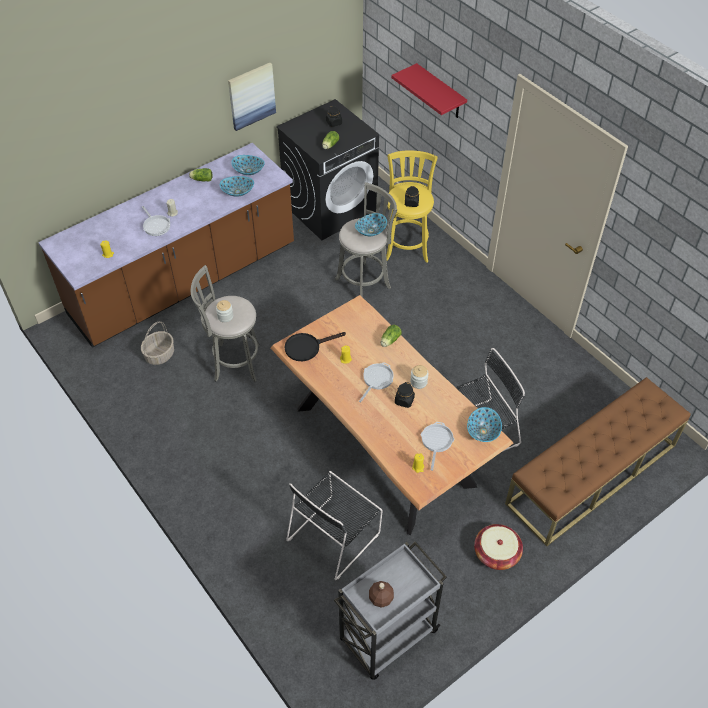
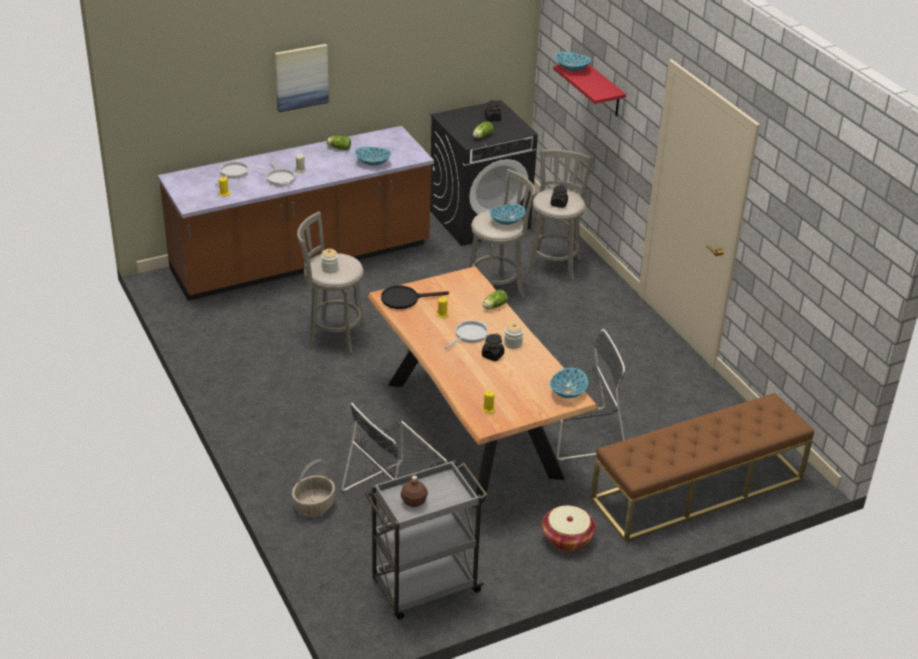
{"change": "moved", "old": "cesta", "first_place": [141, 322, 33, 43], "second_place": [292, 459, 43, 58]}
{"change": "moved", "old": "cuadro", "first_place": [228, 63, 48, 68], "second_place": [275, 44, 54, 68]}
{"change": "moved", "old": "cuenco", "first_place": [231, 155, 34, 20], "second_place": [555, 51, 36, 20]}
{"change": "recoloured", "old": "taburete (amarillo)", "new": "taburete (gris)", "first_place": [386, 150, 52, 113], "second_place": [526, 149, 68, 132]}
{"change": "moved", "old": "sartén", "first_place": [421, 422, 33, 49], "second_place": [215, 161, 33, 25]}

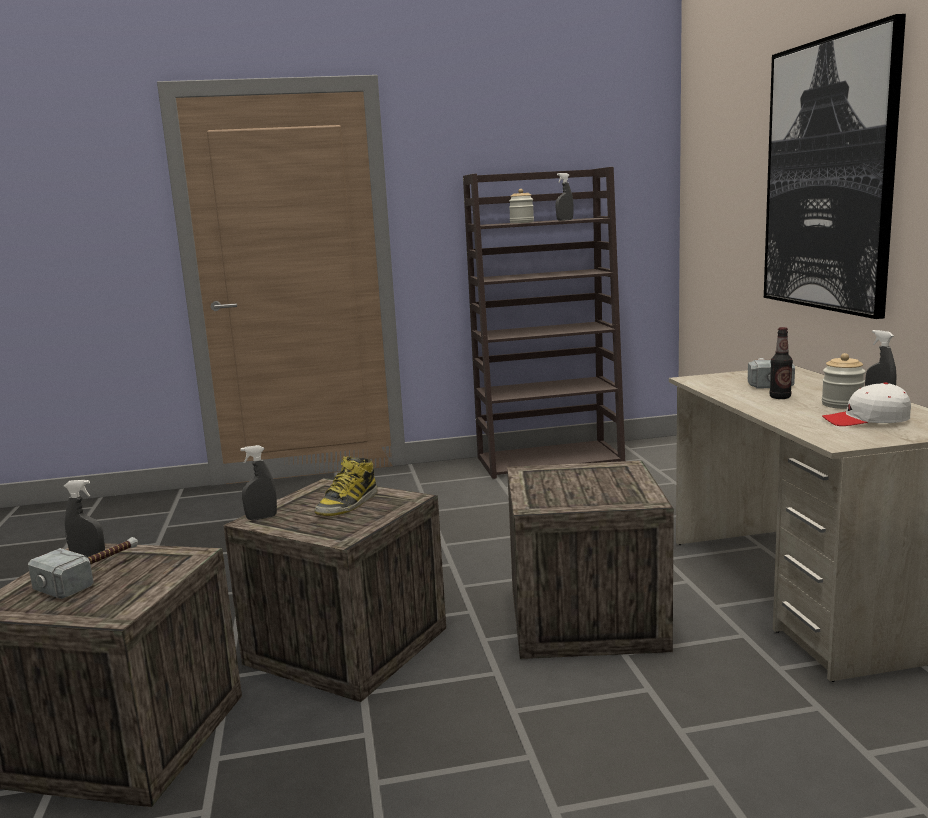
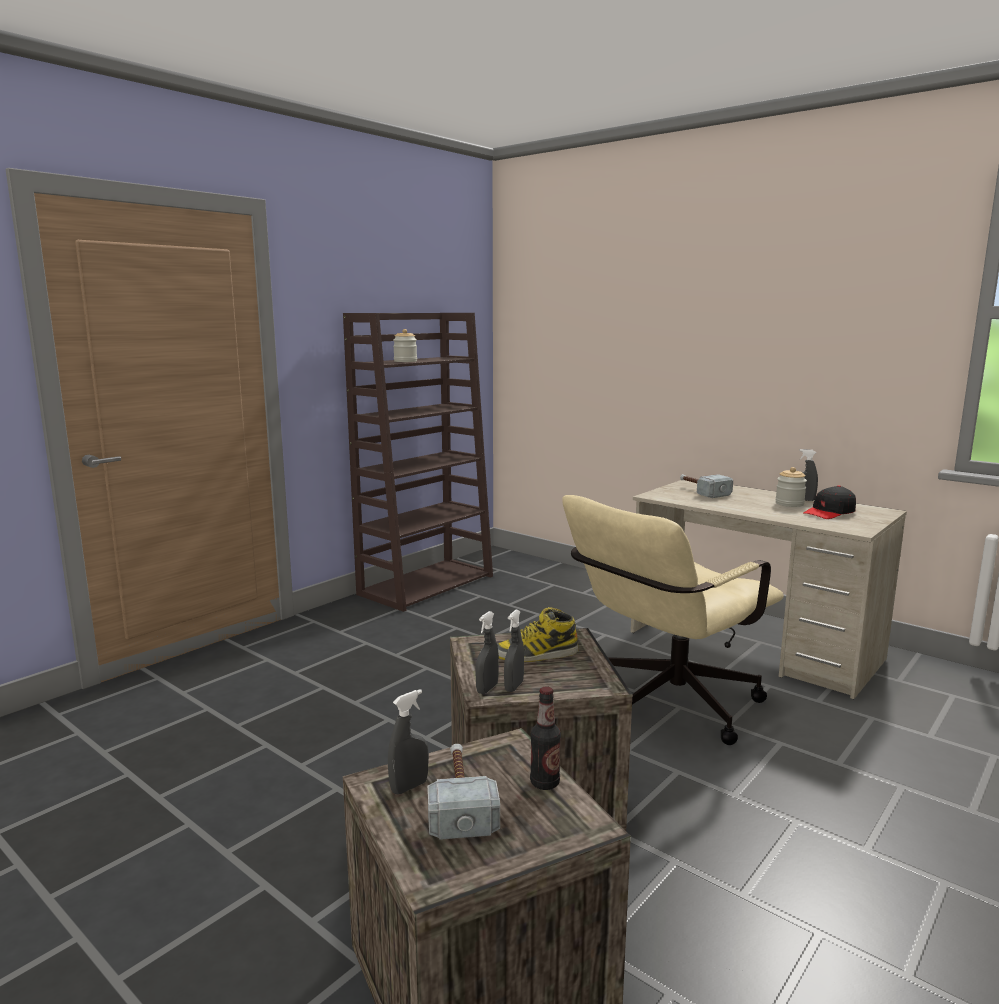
{"change": "turned", "old": "bota", "first_place": [315, 457, 63, 59], "second_place": [497, 607, 81, 55], "degrees": 90}
{"change": "replaced", "old": "caja de embalaje", "new": "silla de oficina (beis)", "first_place": [507, 460, 167, 199], "second_place": [562, 495, 222, 250]}
{"change": "moved", "old": "pulverizador (gris)", "first_place": [556, 173, 18, 48], "second_place": [504, 610, 20, 82]}
{"change": "removed", "old": "cuadro", "first_place": [764, 14, 142, 305]}
{"change": "moved", "old": "botella", "first_place": [770, 327, 23, 72], "second_place": [530, 686, 31, 104]}
{"change": "recoloured", "old": "gorra (blanco)", "new": "gorra (negro)", "first_place": [822, 382, 89, 44], "second_place": [803, 485, 53, 34]}

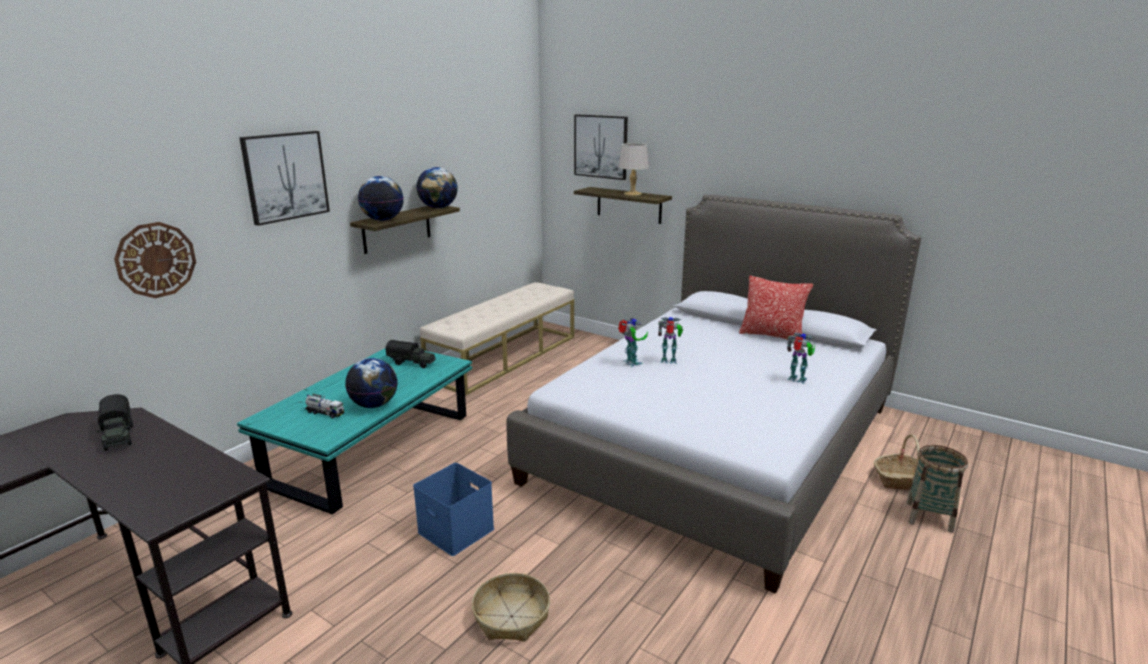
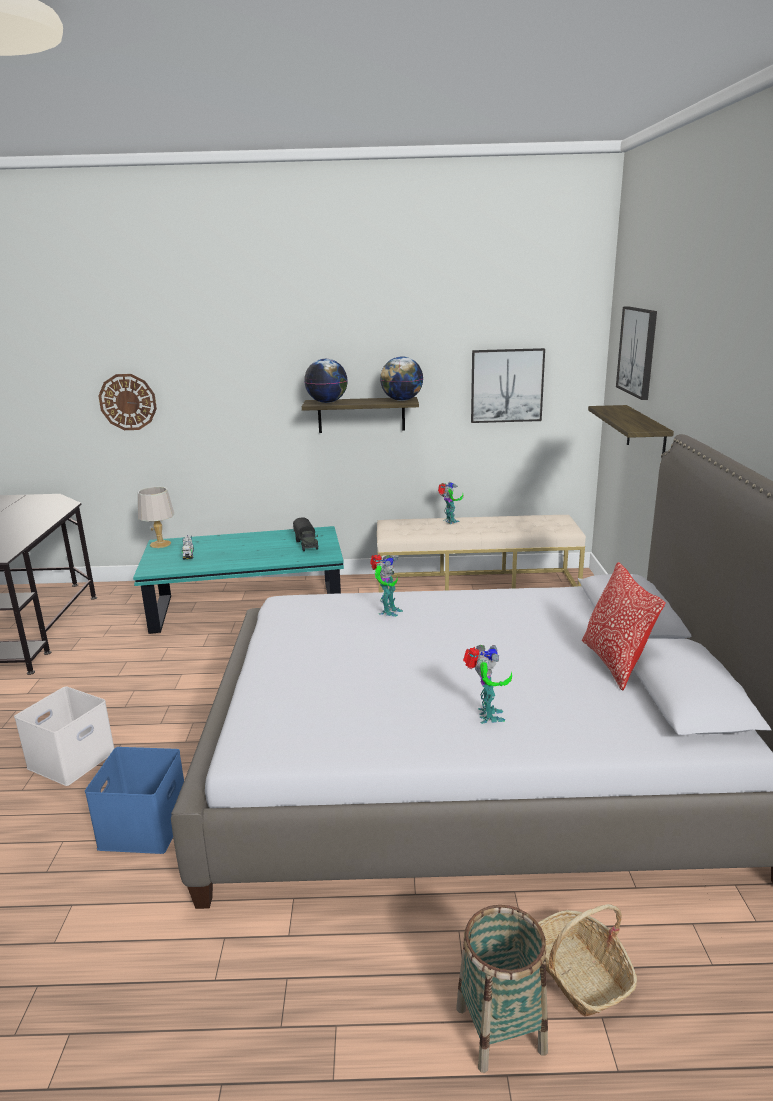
{"change": "removed", "old": "camión de juguete", "first_place": [97, 394, 36, 57]}
{"change": "moved", "old": "cuadro", "first_place": [239, 131, 91, 95], "second_place": [471, 348, 74, 75]}
{"change": "removed", "old": "globo terráqueo", "first_place": [345, 358, 53, 50]}
{"change": "moved", "old": "caja de almacenaje (azul)", "first_place": [413, 463, 81, 93], "second_place": [85, 747, 99, 107]}
{"change": "replaced", "old": "cesta", "new": "caja de almacenaje (blanco)", "first_place": [472, 573, 78, 69], "second_place": [14, 686, 100, 100]}
{"change": "moved", "old": "lámpara de mesa (gris)", "first_place": [619, 143, 30, 53], "second_place": [138, 487, 36, 61]}
{"change": "moved", "old": "robot de juguete", "first_place": [658, 317, 25, 47], "second_place": [438, 482, 25, 42]}

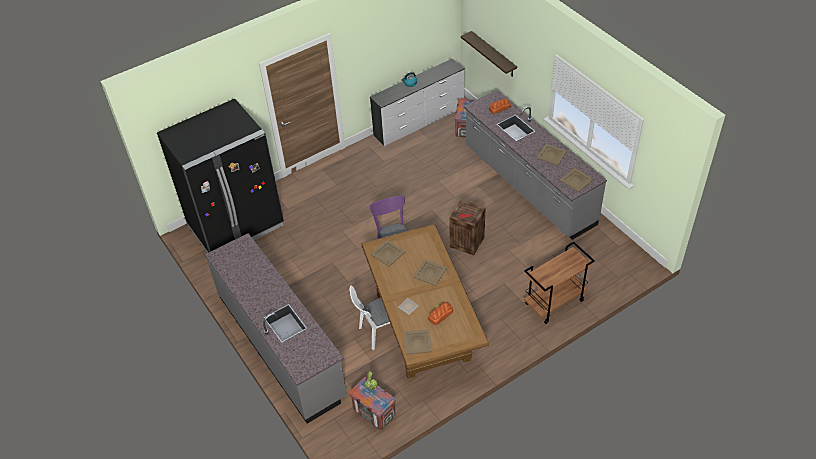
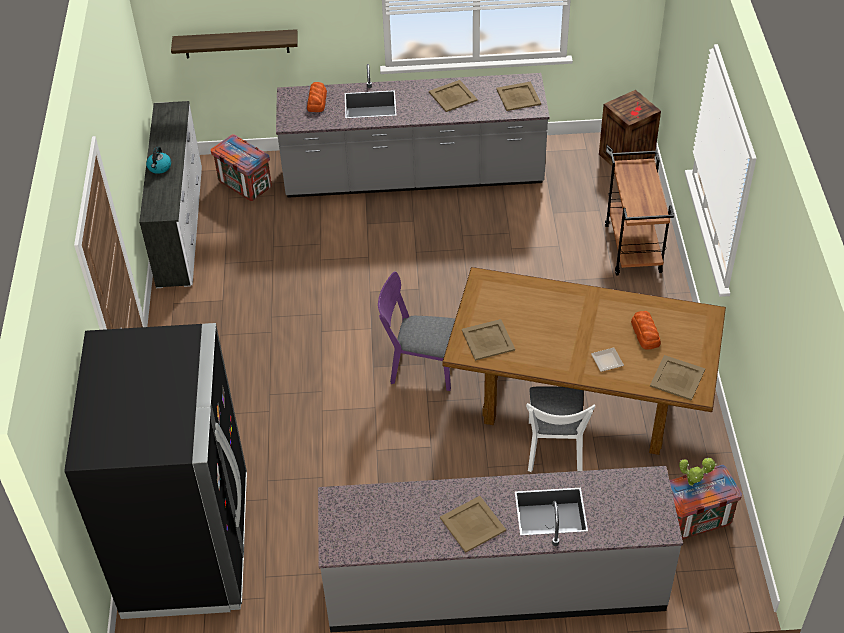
{"change": "moved", "old": "bandeja (beis)", "first_place": [413, 259, 34, 27], "second_place": [440, 496, 66, 57]}
{"change": "moved", "old": "caja de embalaje", "first_place": [449, 200, 37, 55], "second_place": [599, 90, 62, 76]}

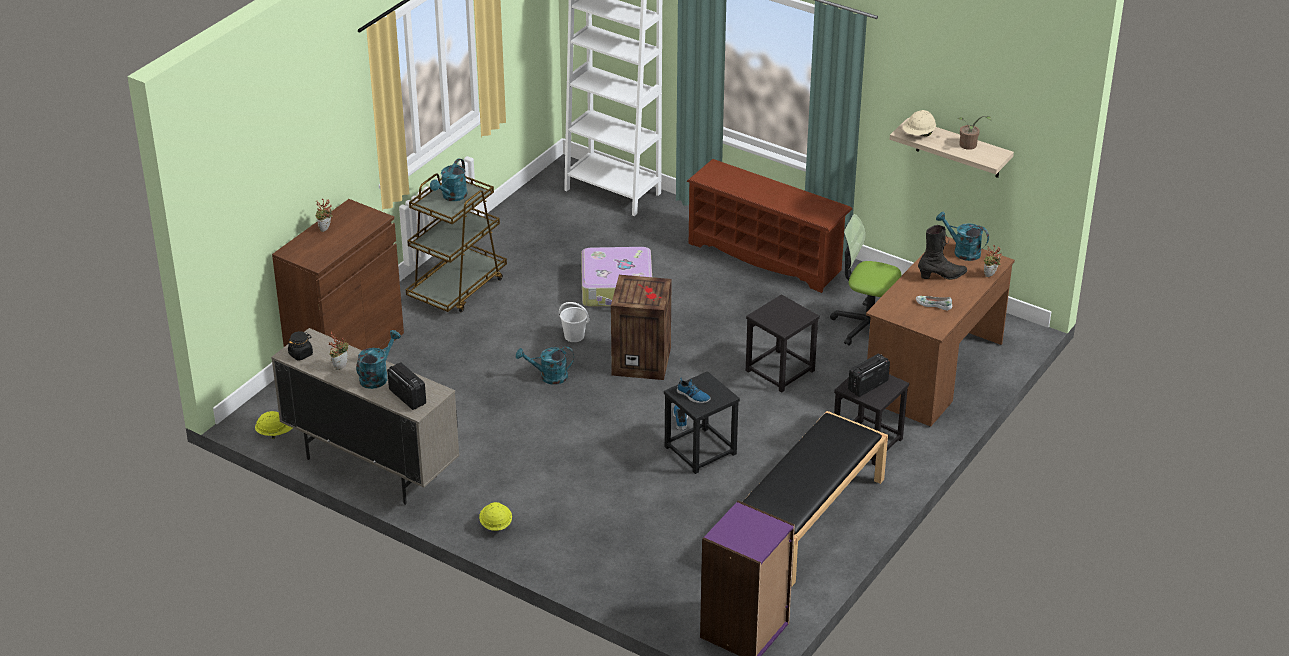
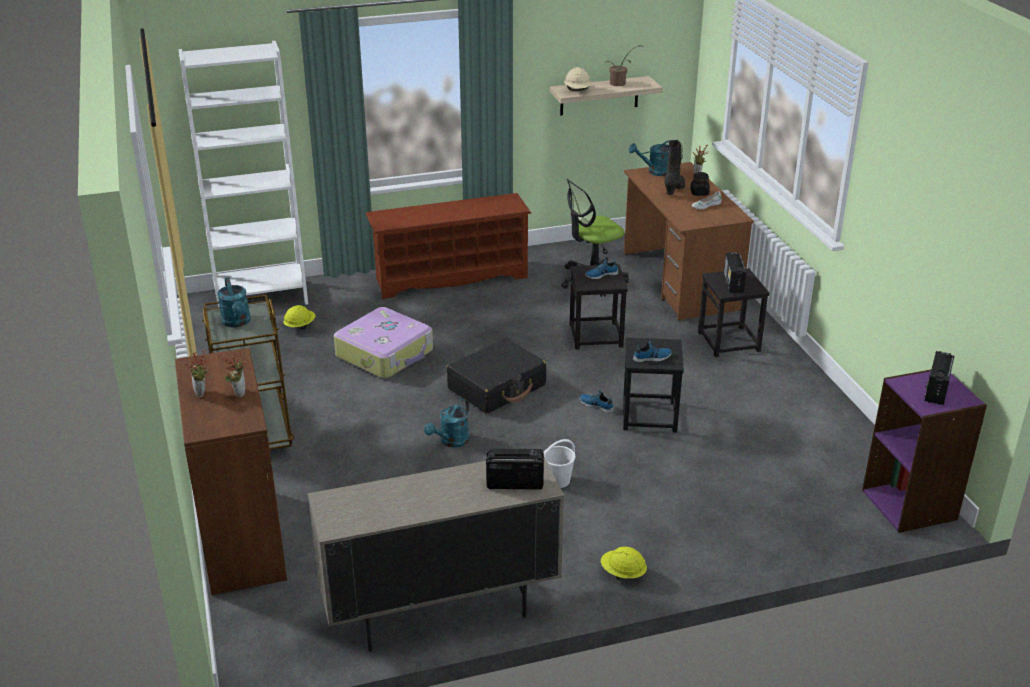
{"change": "moved", "old": "casco (amarillo)", "first_place": [255, 411, 37, 28], "second_place": [283, 305, 33, 24]}
{"change": "moved", "old": "tarro (negro)", "first_place": [288, 331, 25, 30], "second_place": [690, 172, 20, 24]}
{"change": "moved", "old": "planta en maceta", "first_place": [329, 332, 20, 38], "second_place": [222, 352, 24, 45]}
{"change": "removed", "old": "regadera (turquesa)", "first_place": [356, 330, 45, 59]}
{"change": "moved", "old": "cubo (blanco)", "first_place": [559, 302, 30, 40], "second_place": [544, 439, 31, 49]}
{"change": "replaced", "old": "caja de embalaje", "new": "maleta (negro)", "first_place": [611, 275, 61, 105], "second_place": [447, 338, 99, 75]}
{"change": "removed", "old": "banco (negro)", "first_place": [742, 411, 146, 176]}
{"change": "added", "new": "zapato", "second_place": [585, 258, 33, 21]}
{"change": "added", "new": "radio", "second_place": [924, 351, 30, 54]}

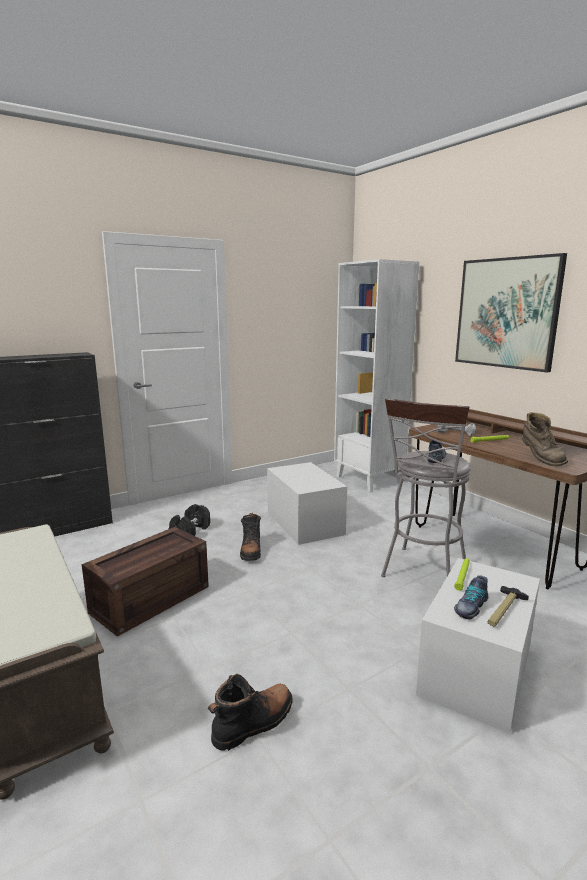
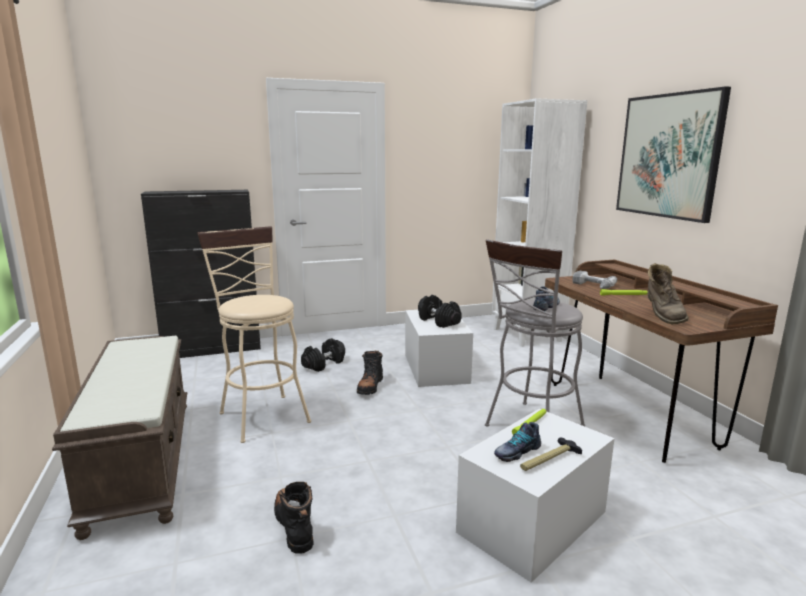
{"change": "replaced", "old": "caja de embalaje", "new": "taburete (beis)", "first_place": [82, 527, 127, 110], "second_place": [197, 226, 114, 217]}
{"change": "turned", "old": "bota (negro)", "first_place": [208, 674, 85, 77], "second_place": [274, 482, 40, 72], "degrees": -90}
{"change": "added", "new": "mancuerna (negro)", "second_place": [418, 295, 44, 33]}

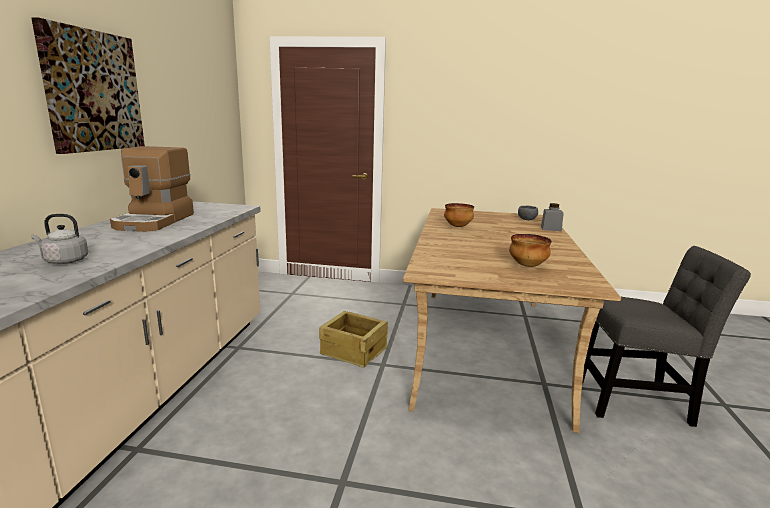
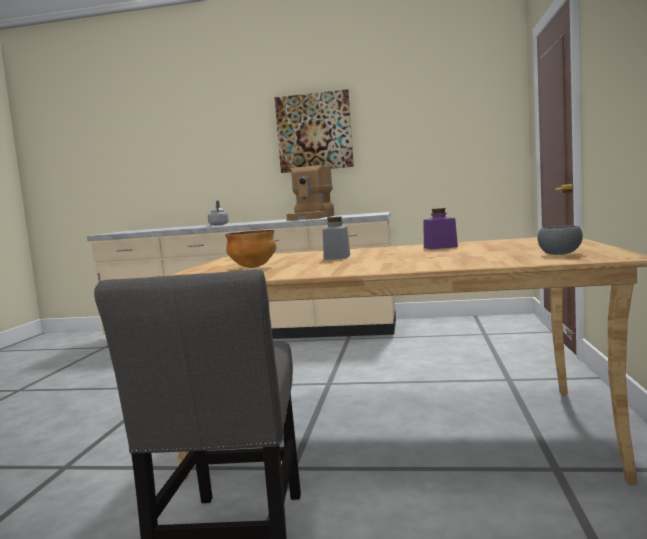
{"change": "turned", "old": "cafetera", "first_place": [110, 146, 84, 86], "second_place": [287, 165, 47, 56], "degrees": -75}
{"change": "removed", "old": "caja de embalaje", "first_place": [319, 311, 69, 57]}
{"change": "replaced", "old": "cuenco", "new": "tarro (morado)", "first_place": [444, 203, 30, 24], "second_place": [424, 208, 34, 42]}
{"change": "moved", "old": "tarro (gris)", "first_place": [541, 203, 23, 28], "second_place": [323, 217, 27, 43]}

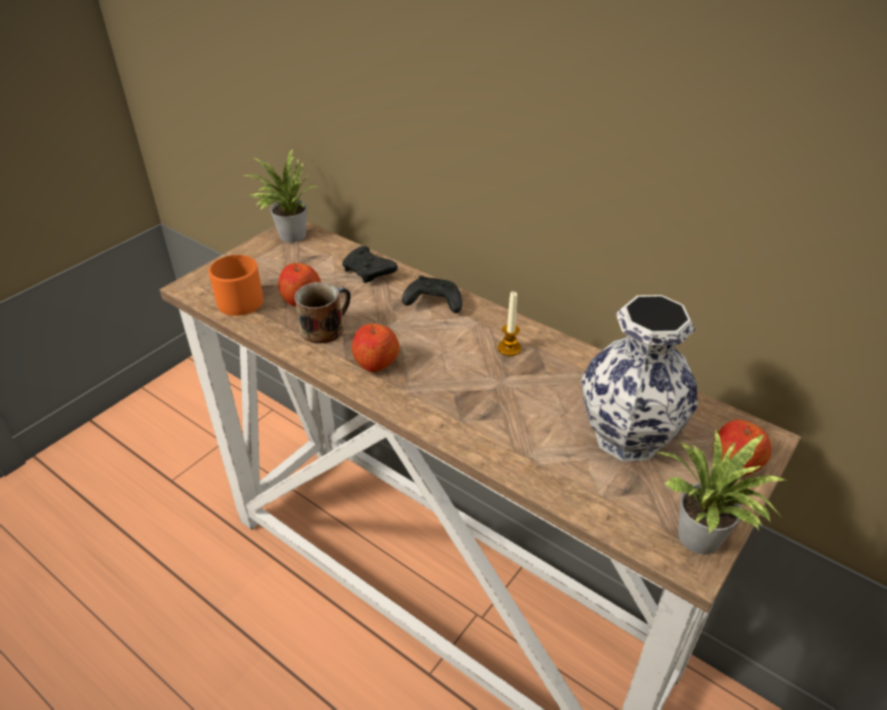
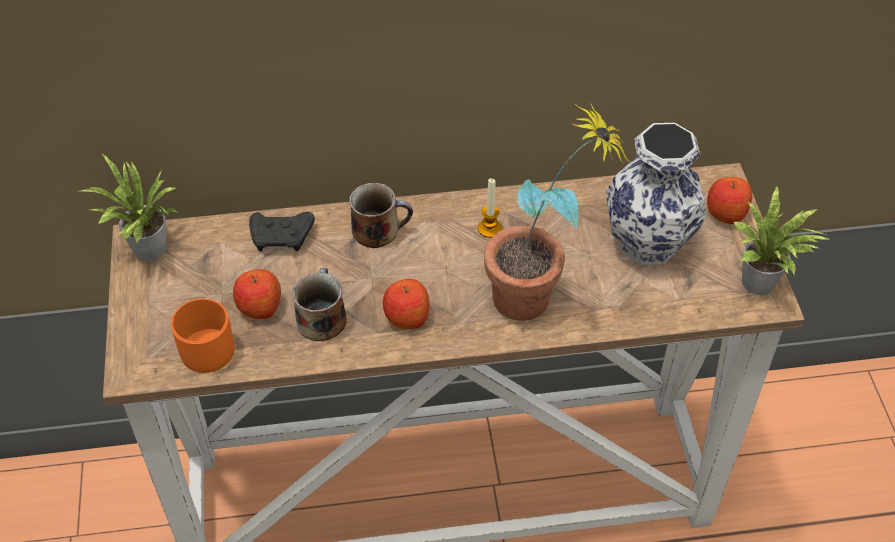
{"change": "replaced", "old": "mando de consola (negro)", "new": "taza grande", "first_place": [402, 275, 60, 38], "second_place": [349, 183, 64, 65]}
{"change": "added", "new": "planta en maceta", "second_place": [484, 102, 144, 219]}

